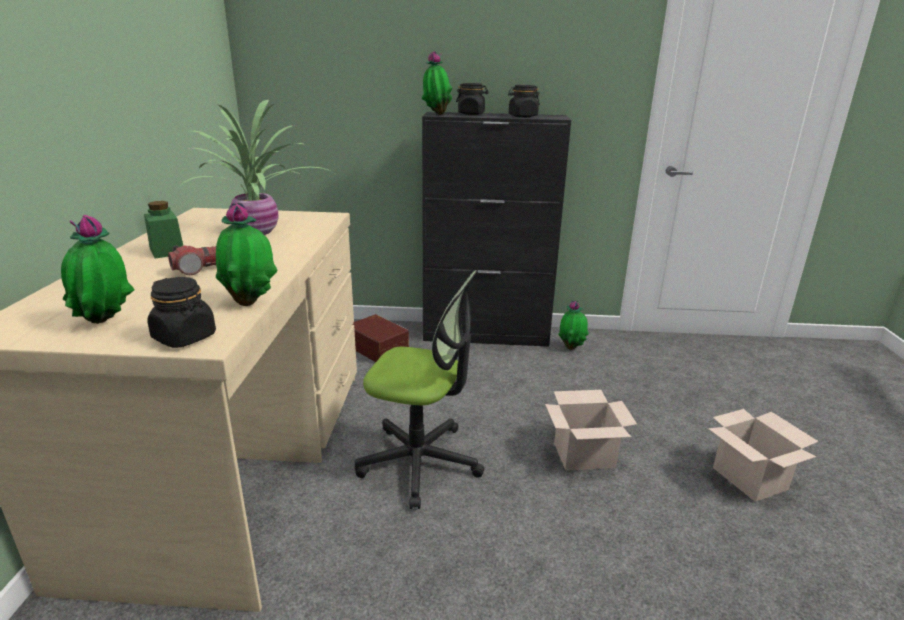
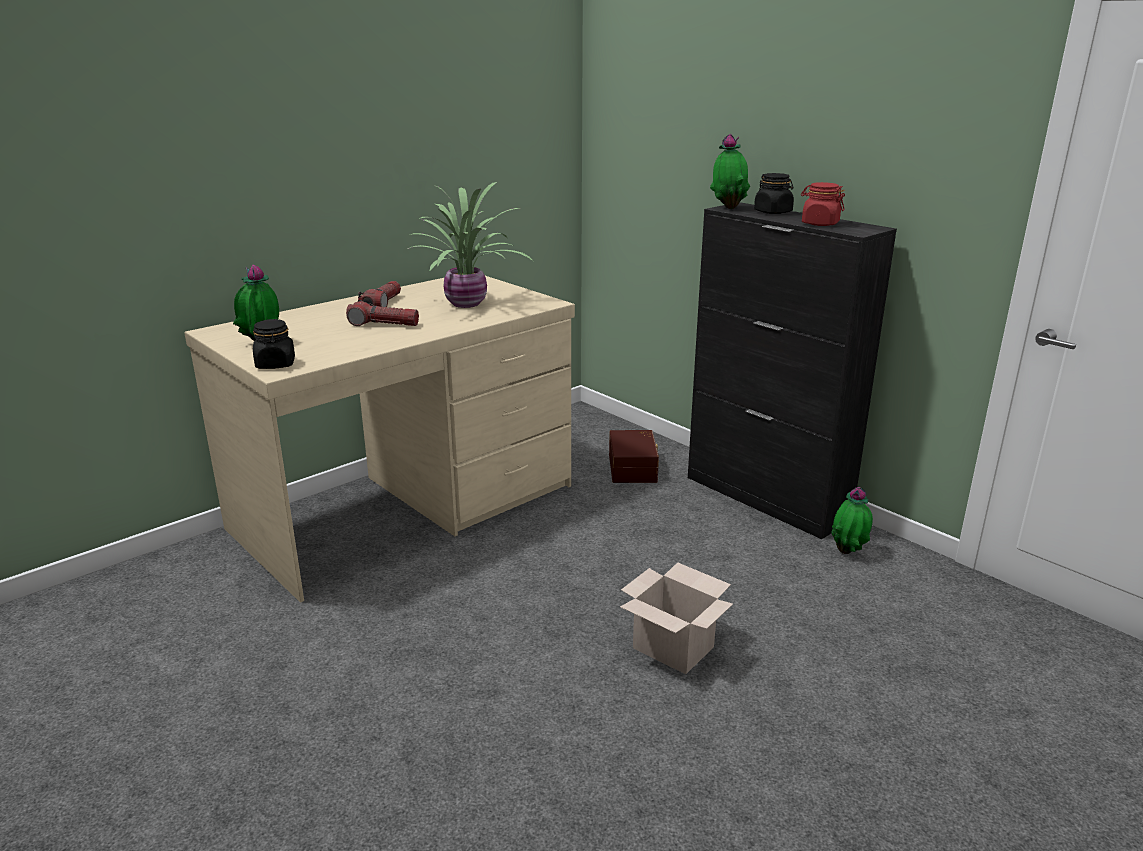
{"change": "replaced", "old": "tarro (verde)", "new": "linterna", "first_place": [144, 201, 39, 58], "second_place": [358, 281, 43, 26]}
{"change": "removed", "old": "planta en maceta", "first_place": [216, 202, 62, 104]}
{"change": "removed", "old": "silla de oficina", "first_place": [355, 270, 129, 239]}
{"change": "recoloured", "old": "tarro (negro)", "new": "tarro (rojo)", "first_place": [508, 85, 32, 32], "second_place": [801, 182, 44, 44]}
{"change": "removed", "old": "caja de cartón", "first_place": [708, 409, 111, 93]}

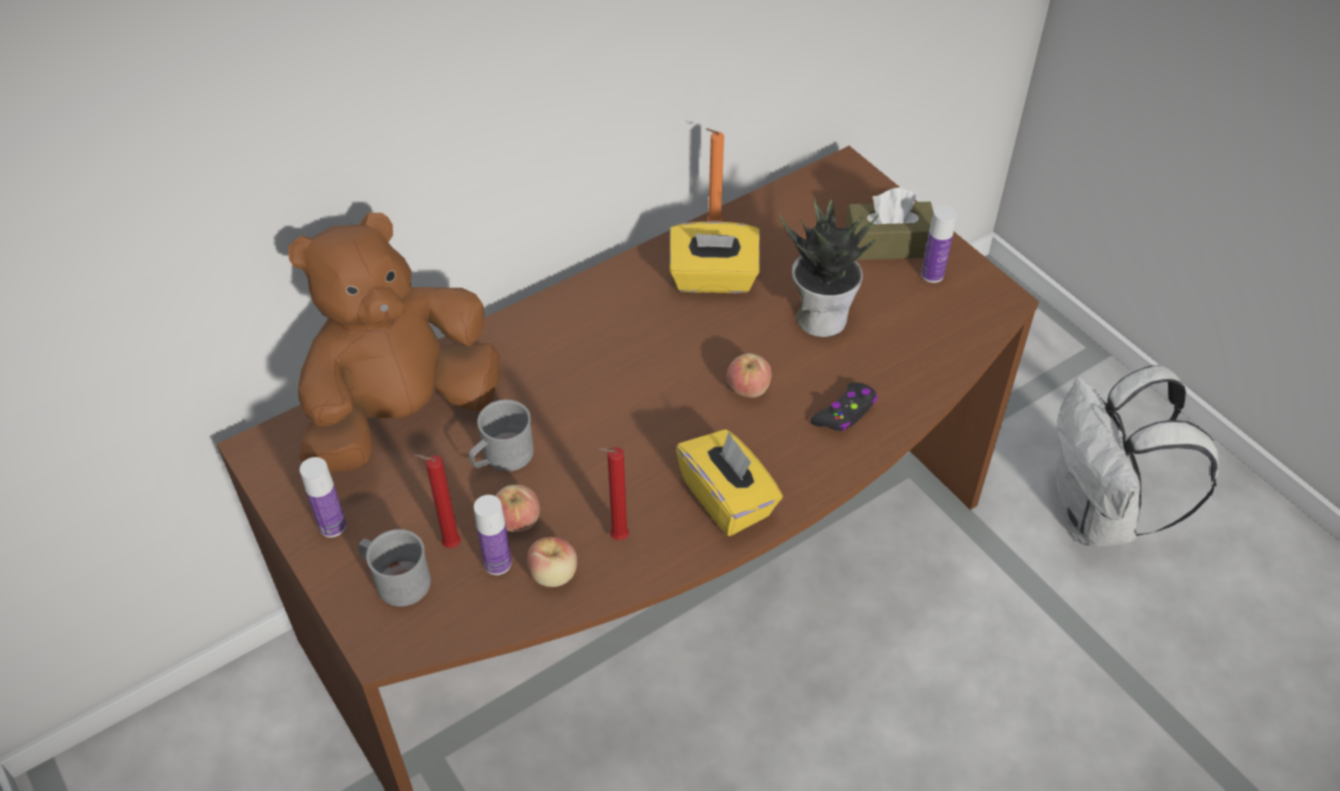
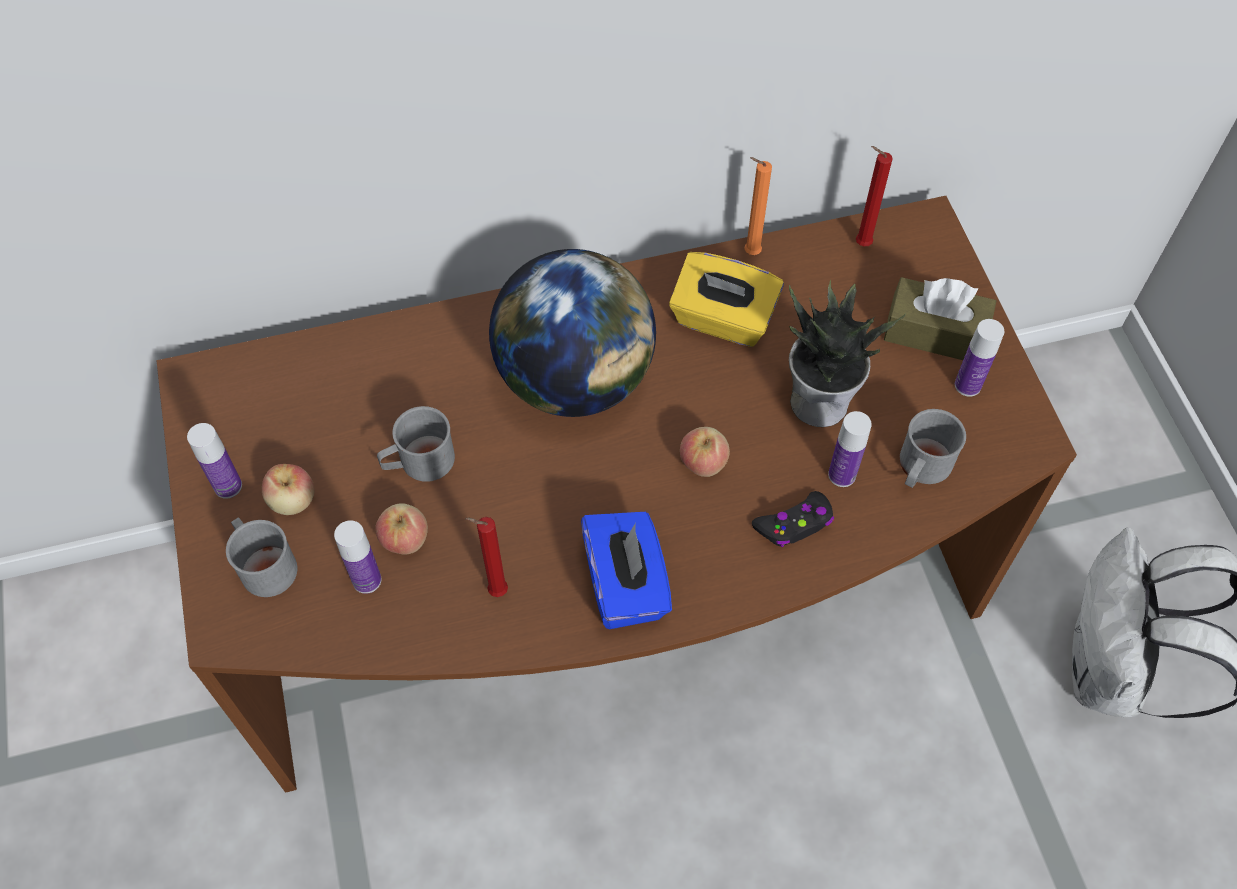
{"change": "removed", "old": "peluche (marrón)", "first_place": [288, 213, 212, 259]}
{"change": "moved", "old": "vela (rojo)", "first_place": [414, 454, 47, 94], "second_place": [856, 146, 37, 100]}
{"change": "moved", "old": "manzana", "first_place": [527, 537, 50, 50], "second_place": [262, 464, 53, 51]}
{"change": "recoloured", "old": "caja de pañuelos (amarillo)", "new": "caja de pañuelos (azul)", "first_place": [676, 429, 107, 107], "second_place": [581, 512, 91, 117]}
{"change": "added", "new": "globo terráqueo", "second_place": [489, 249, 167, 168]}
{"change": "added", "new": "botella", "second_place": [828, 411, 44, 76]}
{"change": "added", "new": "taza grande (gris)", "second_place": [899, 409, 67, 79]}

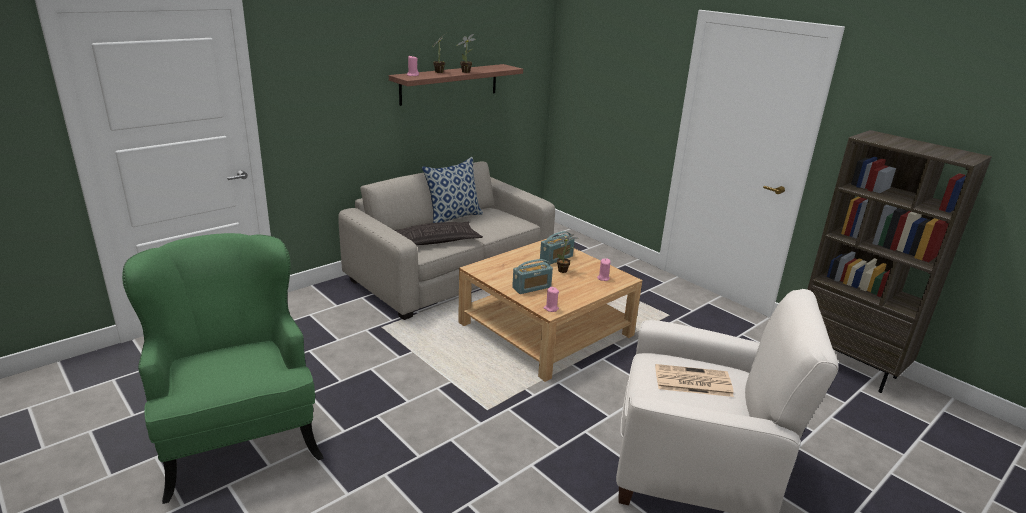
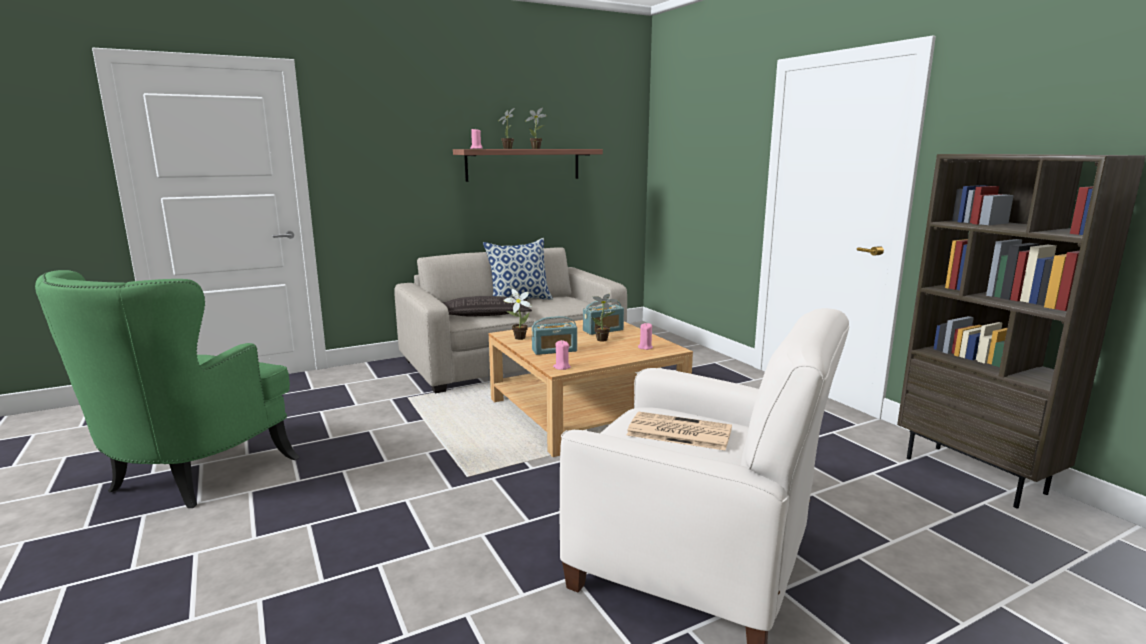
{"change": "turned", "old": "sillón (verde)", "first_place": [122, 233, 202, 271], "second_place": [35, 270, 265, 238], "degrees": -150}
{"change": "added", "new": "planta en maceta", "second_place": [503, 289, 29, 51]}

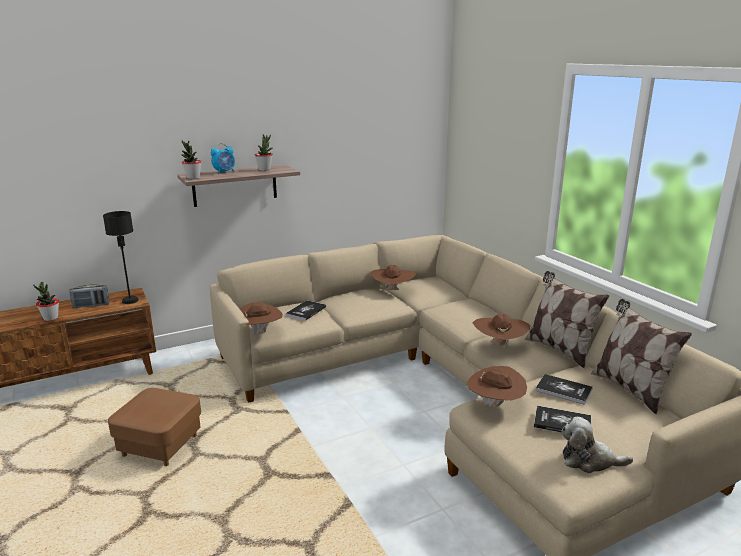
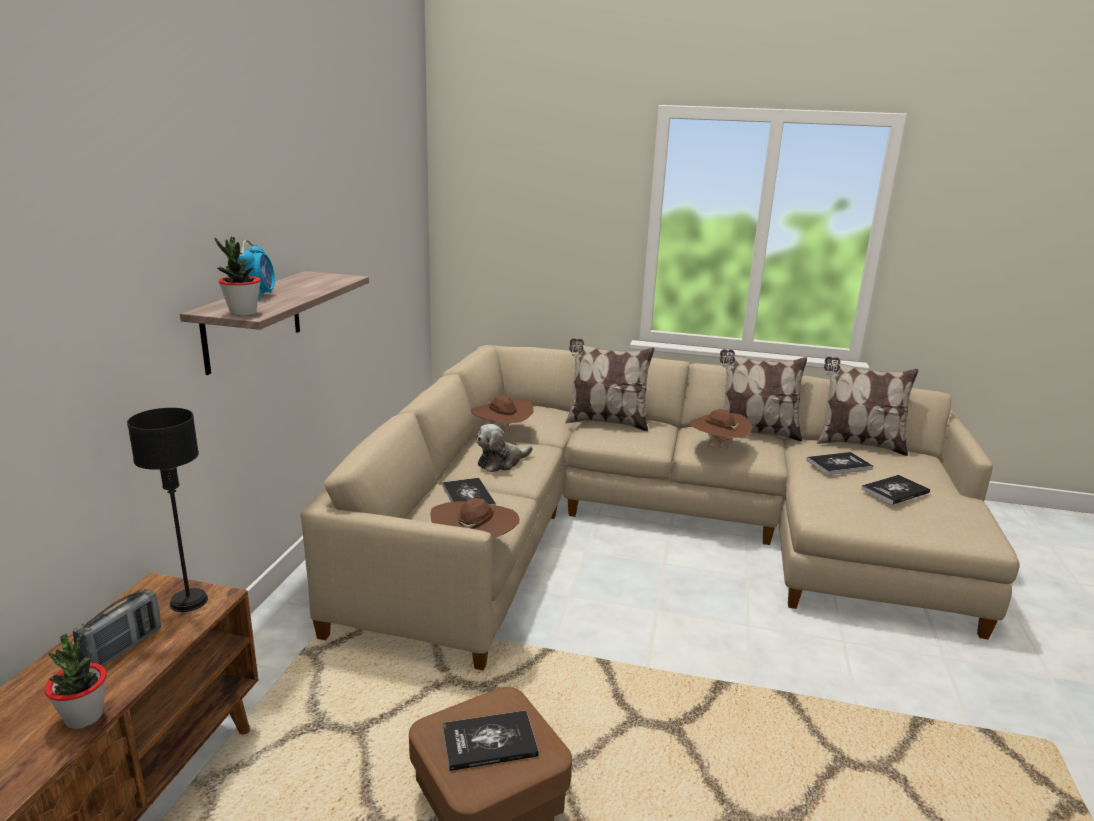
{"change": "removed", "old": "planta en maceta", "first_place": [255, 135, 18, 36]}
{"change": "removed", "old": "sombrero (marrón)", "first_place": [467, 366, 60, 42]}
{"change": "moved", "old": "peluche", "first_place": [562, 417, 71, 56], "second_place": [476, 424, 57, 48]}
{"change": "added", "new": "libro", "second_place": [443, 710, 96, 61]}
{"change": "added", "new": "cojín", "second_place": [565, 338, 89, 93]}

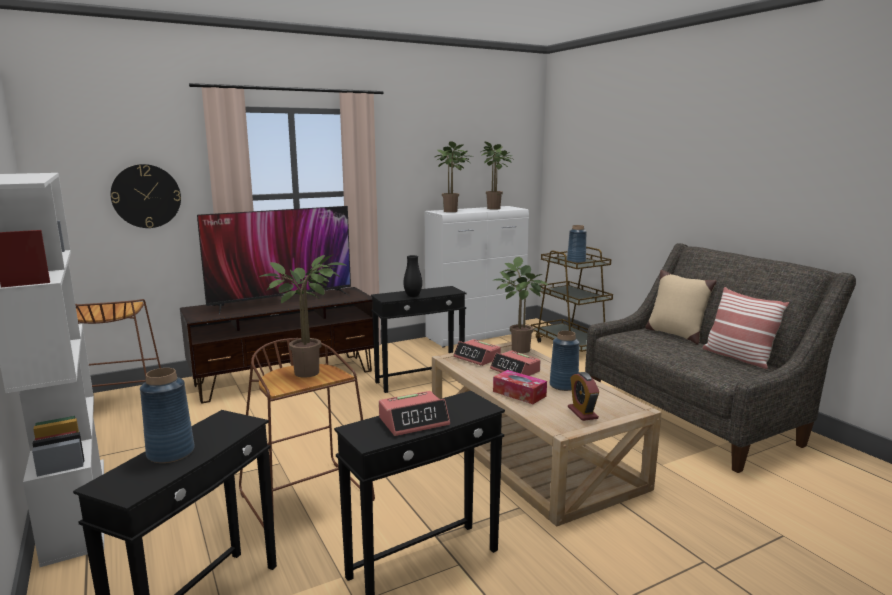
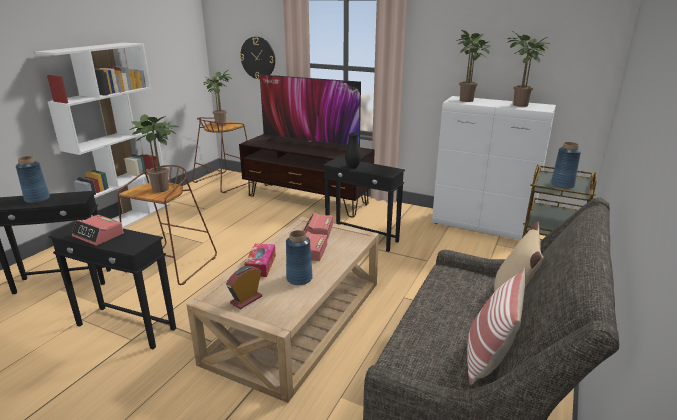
{"change": "moved", "old": "planta en maceta", "first_place": [494, 257, 54, 96], "second_place": [203, 70, 29, 56]}

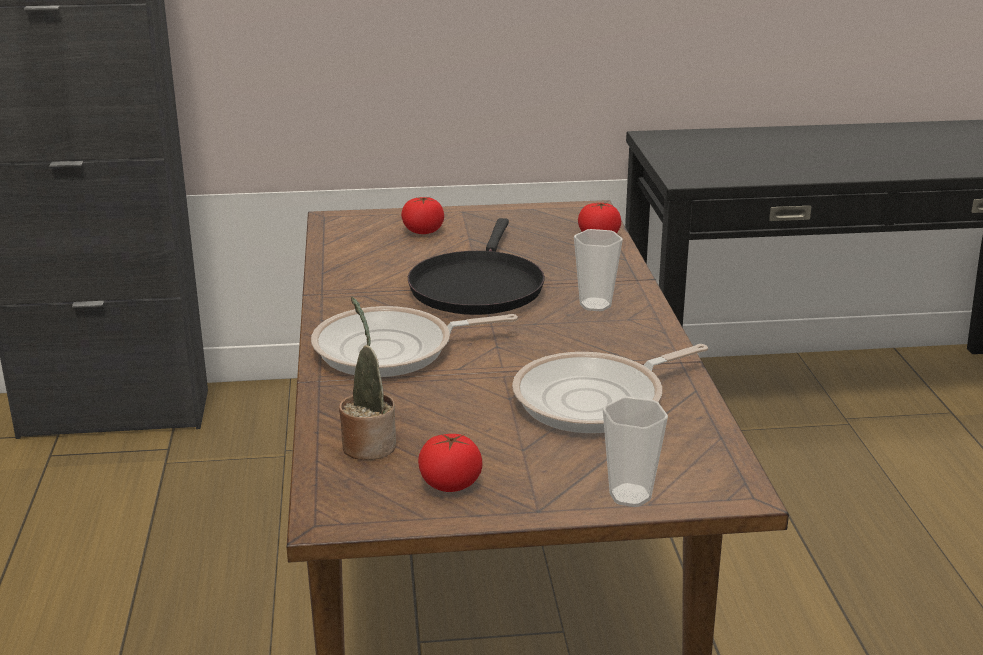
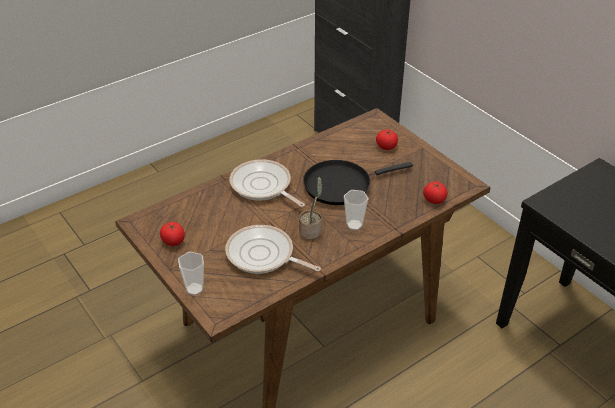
{"change": "moved", "old": "planta en maceta", "first_place": [339, 297, 57, 163], "second_place": [299, 177, 23, 62]}

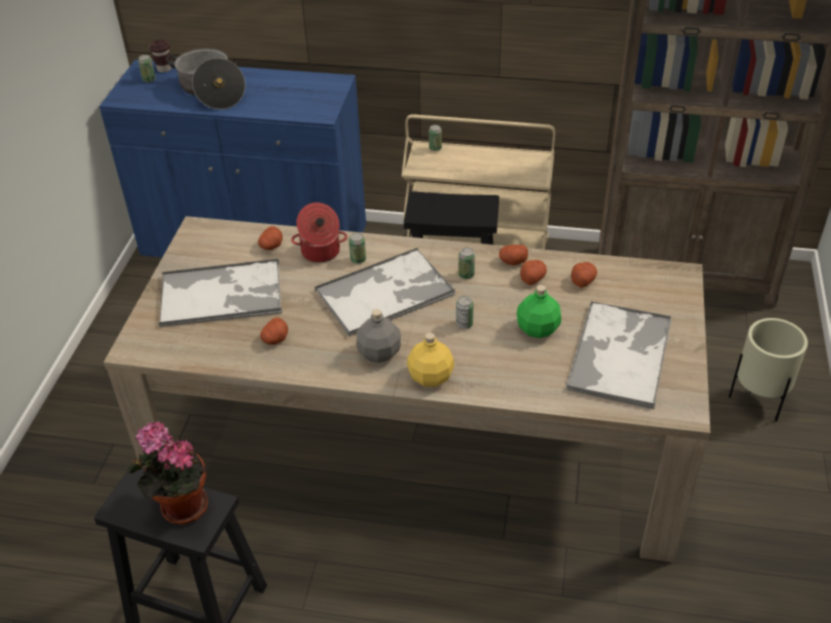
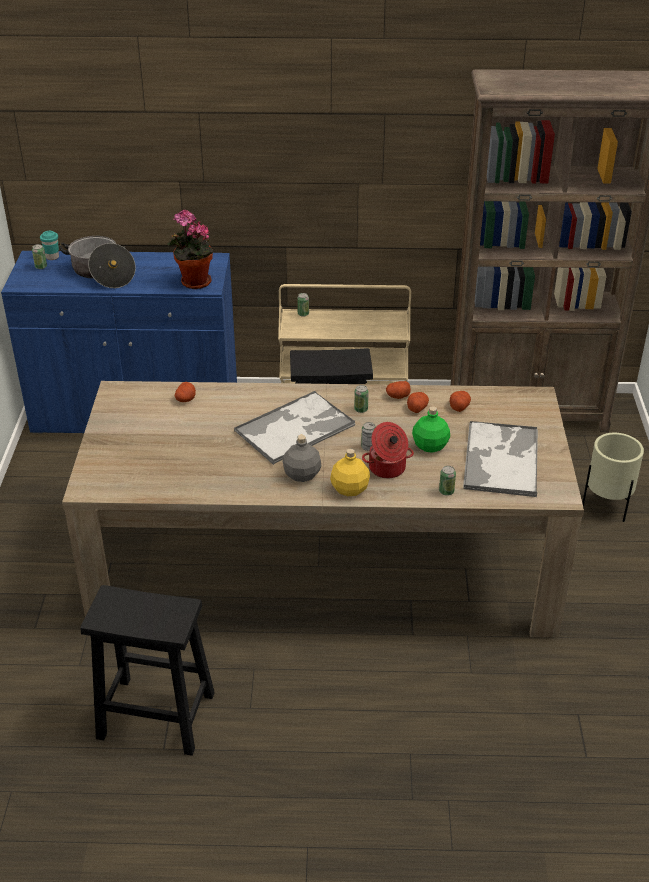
{"change": "moved", "old": "planta en maceta", "first_place": [128, 422, 80, 103], "second_place": [167, 210, 46, 79]}
{"change": "recoloured", "old": "taza (marrón)", "new": "taza (turquesa)", "first_place": [149, 40, 22, 32], "second_place": [40, 231, 19, 29]}
{"change": "removed", "old": "bandeja", "first_place": [158, 259, 124, 68]}
{"change": "removed", "old": "patata", "first_place": [260, 318, 28, 27]}
{"change": "moved", "old": "olla", "first_place": [291, 202, 56, 61], "second_place": [362, 422, 52, 56]}
{"change": "moved", "old": "lata", "first_place": [349, 233, 17, 31], "second_place": [439, 466, 17, 30]}

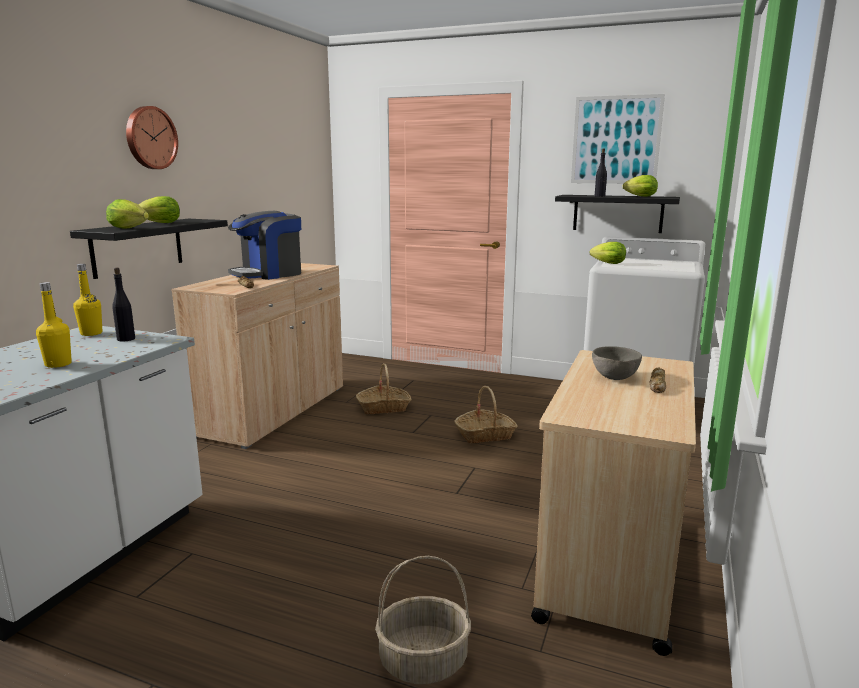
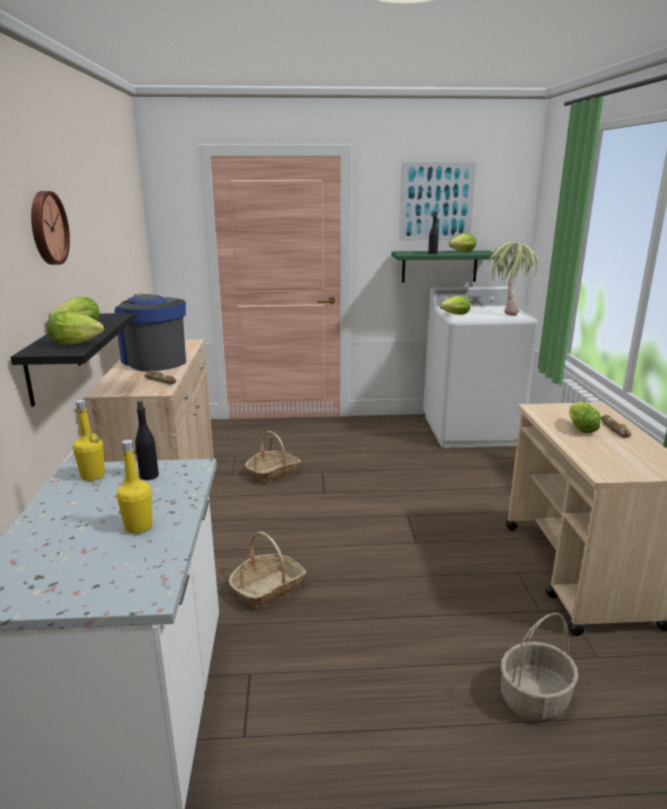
{"change": "turned", "old": "cafetera", "first_place": [228, 211, 73, 69], "second_place": [115, 293, 71, 78], "degrees": 120}
{"change": "moved", "old": "cesta", "first_place": [454, 386, 64, 57], "second_place": [229, 531, 77, 79]}
{"change": "recoloured", "old": "estante (negro)", "new": "estante (verde)", "first_place": [555, 195, 125, 38], "second_place": [391, 250, 104, 33]}
{"change": "replaced", "old": "cuenco (gris)", "new": "lechuga", "first_place": [592, 346, 50, 34], "second_place": [569, 402, 32, 31]}
{"change": "added", "new": "planta en maceta", "second_place": [488, 242, 51, 74]}

